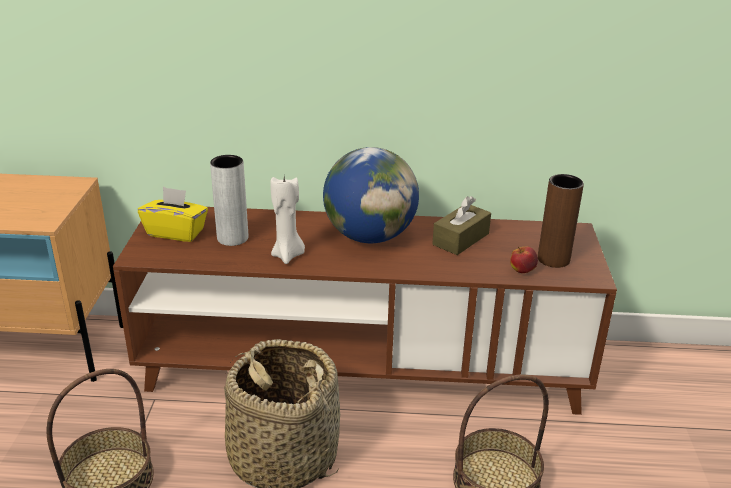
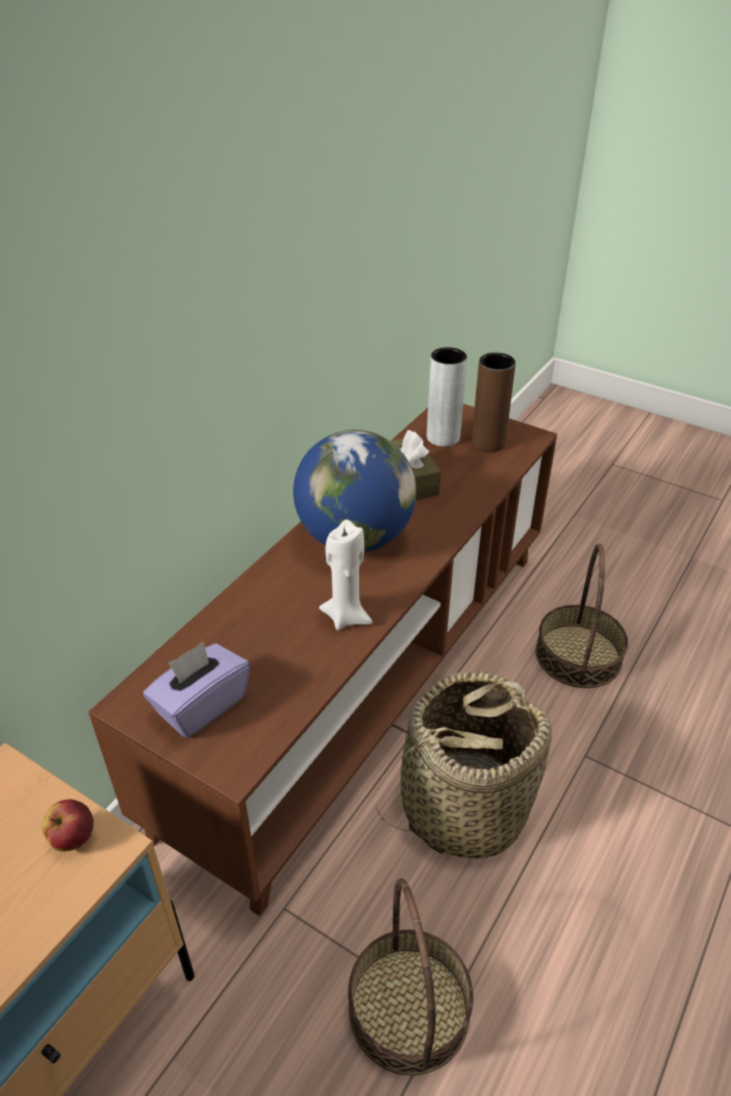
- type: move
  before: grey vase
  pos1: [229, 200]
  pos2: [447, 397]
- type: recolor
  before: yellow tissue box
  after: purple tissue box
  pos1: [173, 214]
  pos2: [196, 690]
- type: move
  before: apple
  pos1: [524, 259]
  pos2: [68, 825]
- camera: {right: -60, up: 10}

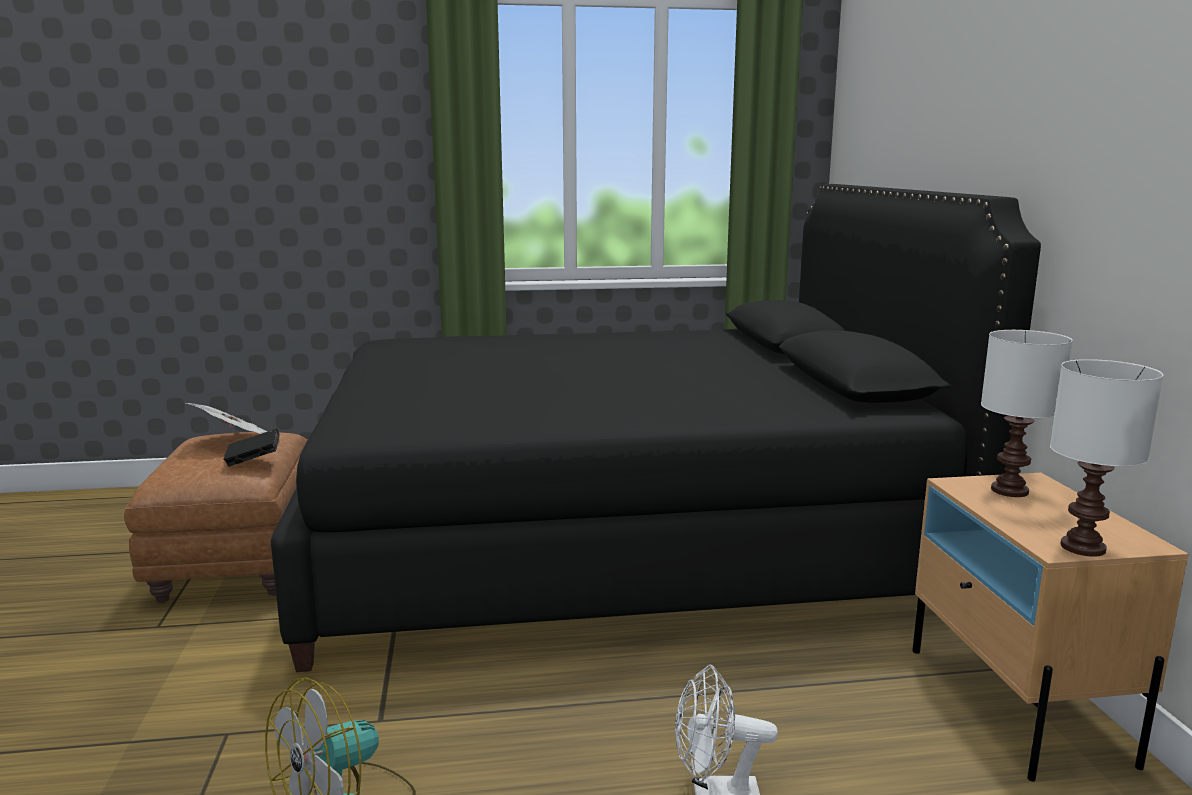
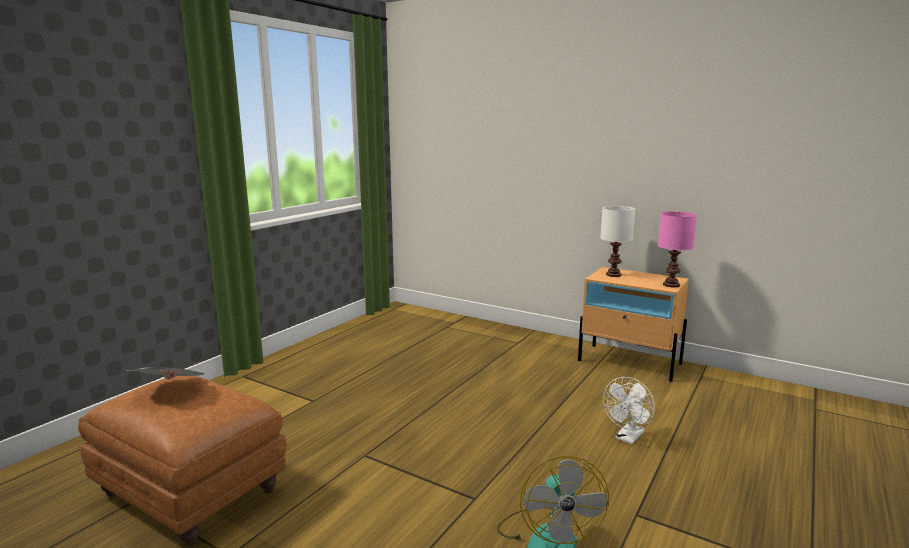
- type: delete
  before: black bed
  pos1: [656, 428]
- type: recolor
  before: white table lamp
  after: pink table lamp
  pos1: [1106, 458]
  pos2: [677, 249]
- type: delete
  before: black book
  pos1: [251, 448]
- camera: {right: -50, up: 0}

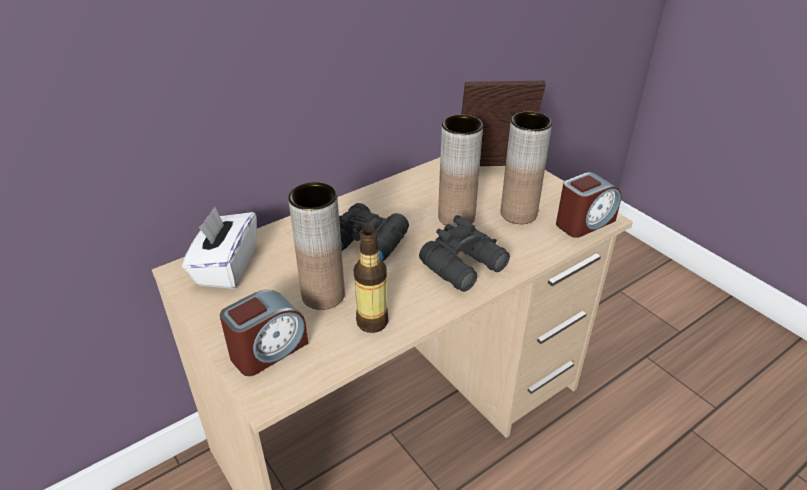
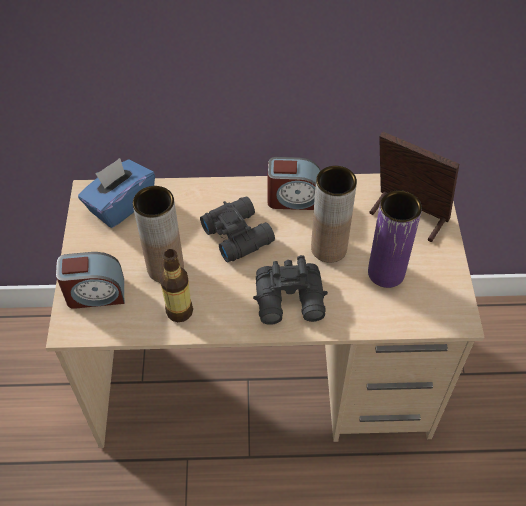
- type: recolor
  before: brown vase
  after: purple vase
  pos1: [526, 168]
  pos2: [395, 239]
- type: move
  before: alarm clock
  pos1: [588, 205]
  pos2: [294, 183]
- type: recolor
  before: white tissue box
  after: blue tissue box
  pos1: [219, 247]
  pos2: [116, 193]
- camera: {right: 35, up: 15}

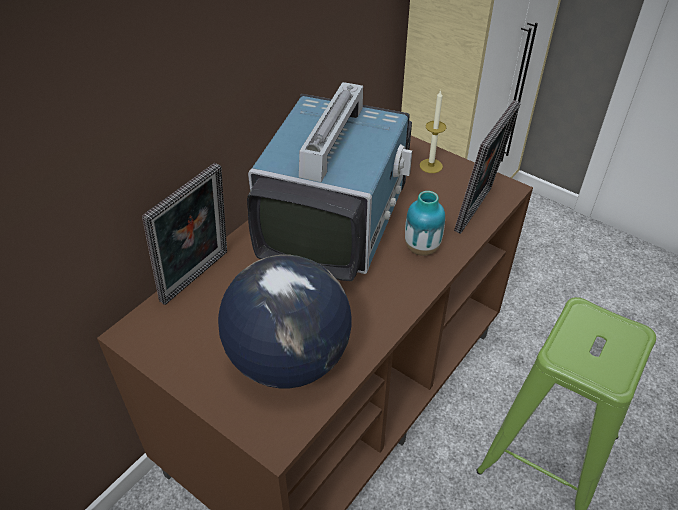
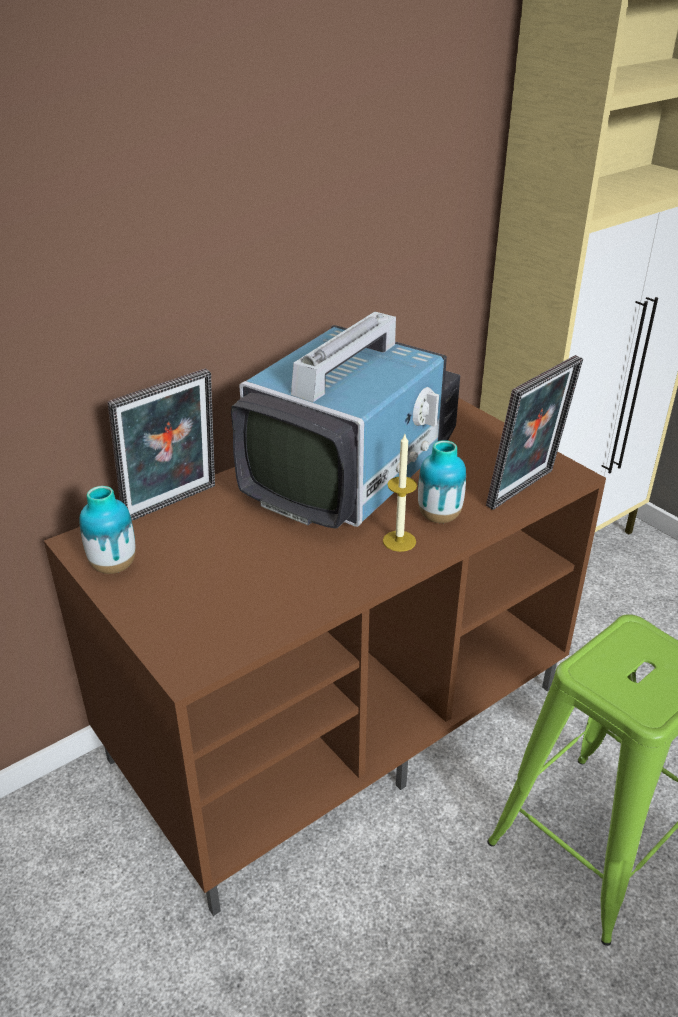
- type: move
  before: candle
  pos1: [433, 131]
  pos2: [400, 493]
- type: delete
  before: globe
  pos1: [285, 321]
- type: insert
  after: vase
  pos2: [107, 530]
- camera: {right: 15, up: -10}

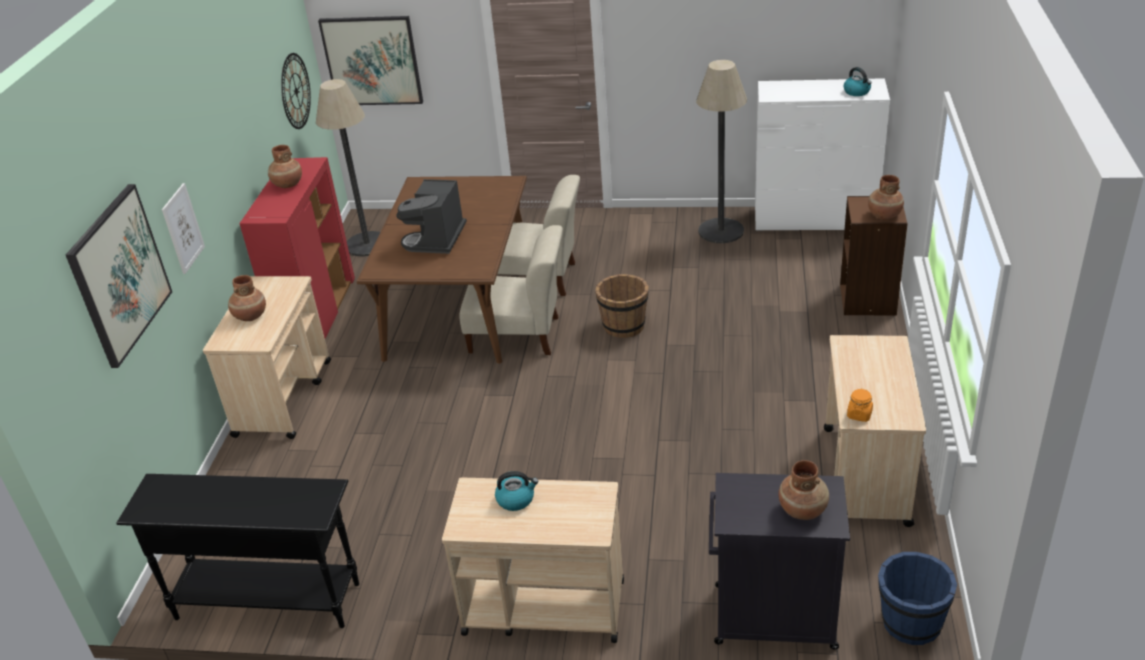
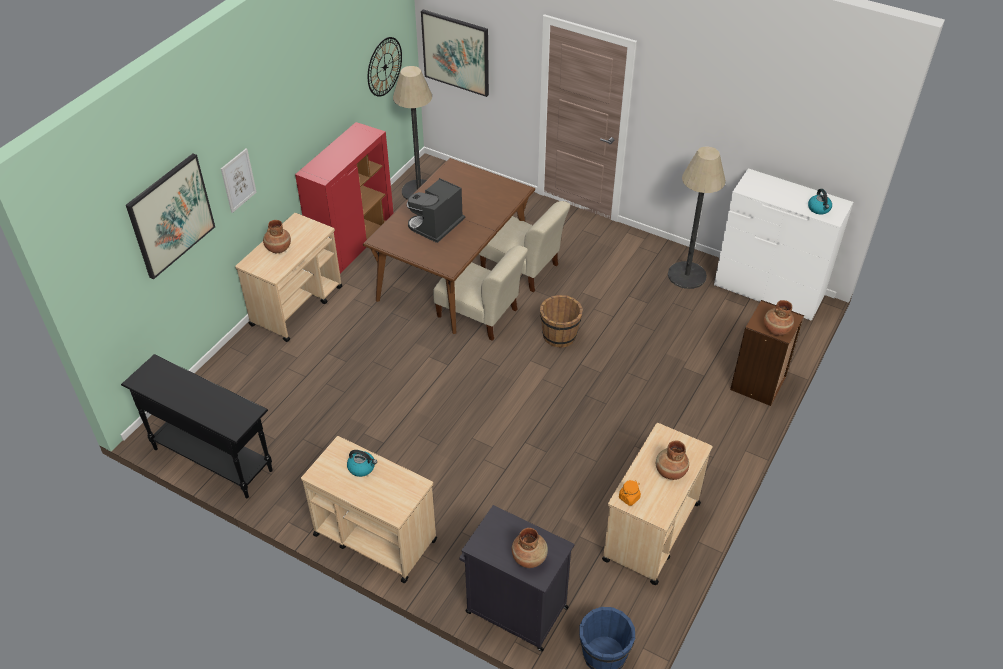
- type: move
  before: brown vase
  pos1: [285, 166]
  pos2: [672, 460]
- camera: {right: 20, up: 10}

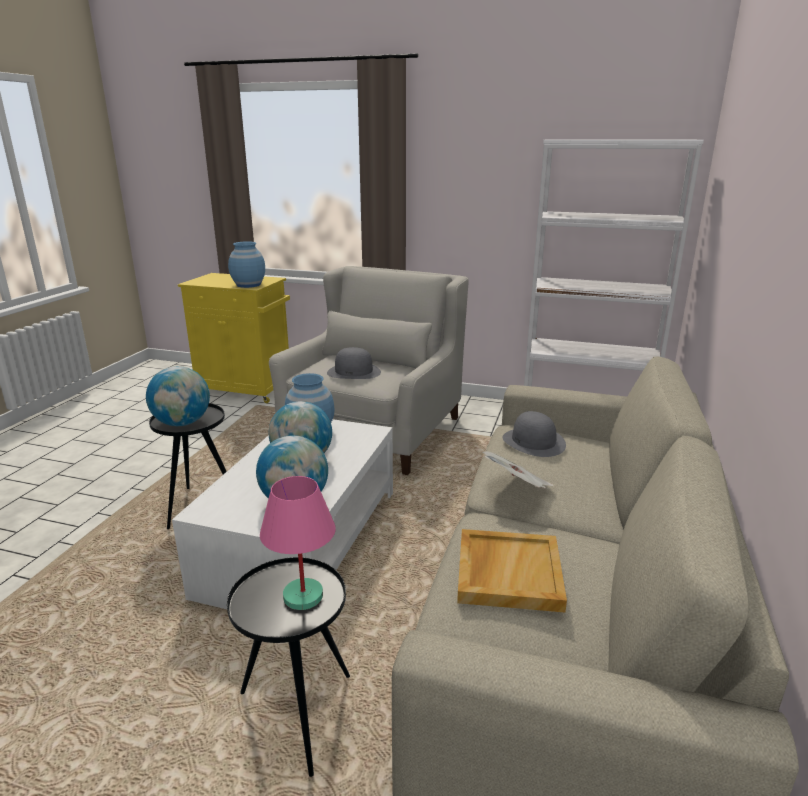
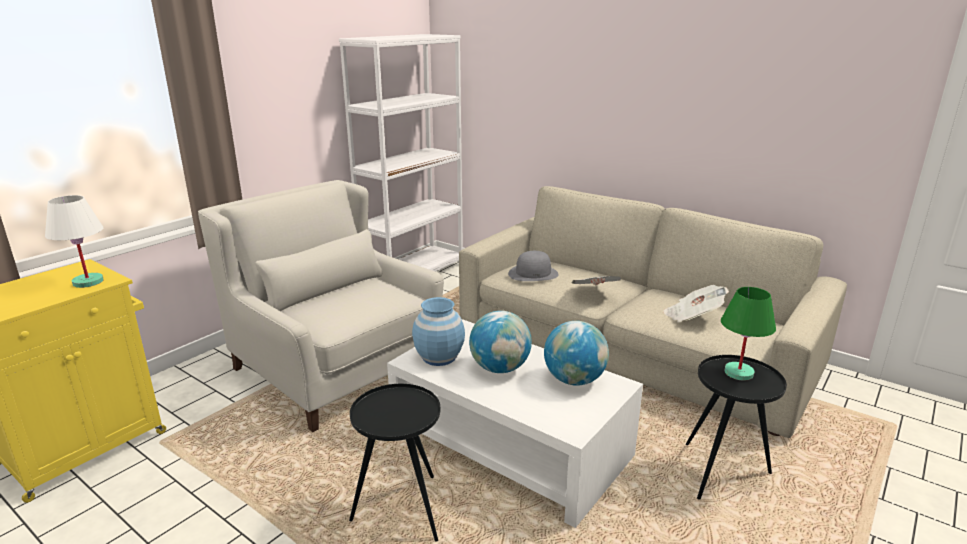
- type: replace
  before: blue vase
  after: white table lamp
  pos1: [246, 265]
  pos2: [74, 241]
- type: delete
  before: grey hat
  pos1: [354, 363]
- type: delete
  before: globe
  pos1: [178, 396]
- type: recolor
  before: pink table lamp
  after: green table lamp
  pos1: [298, 543]
  pos2: [748, 334]
- type: replace
  before: beige tray
  after: newspaper
  pos1: [512, 570]
  pos2: [696, 304]
- camera: {right: -70, up: 0}

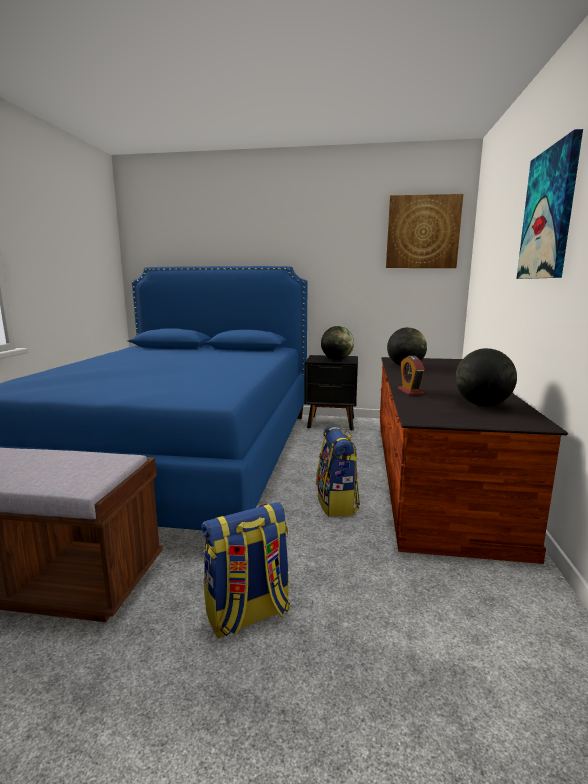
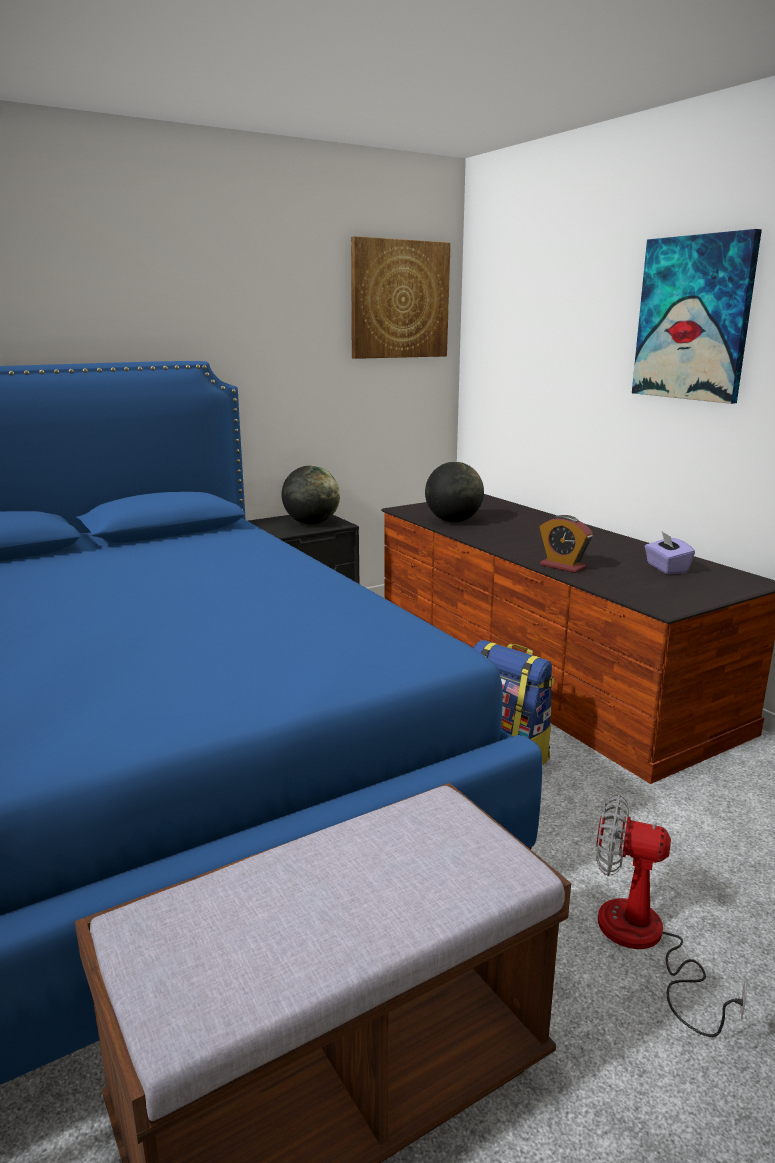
- type: replace
  before: globe
  after: purple tissue box
  pos1: [486, 377]
  pos2: [670, 553]
- type: replace
  before: backpack
  after: fan
  pos1: [246, 570]
  pos2: [671, 915]
- camera: {right: -40, up: 5}

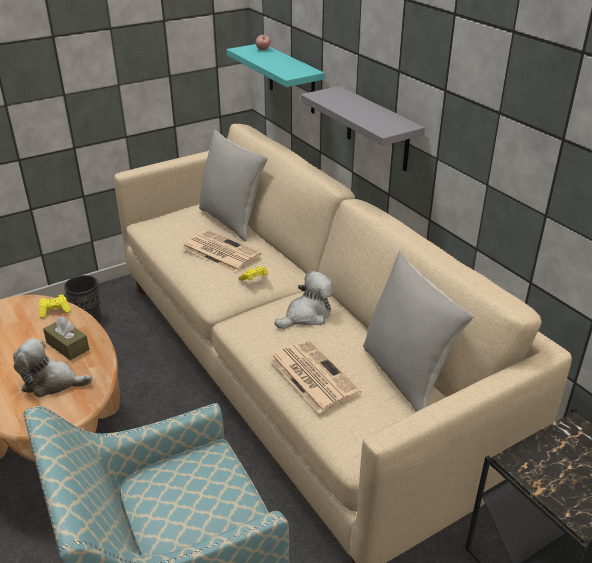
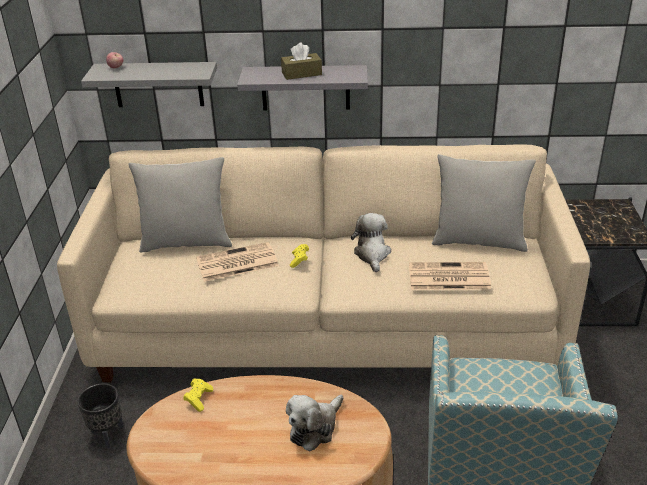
- type: recolor
  before: turquoise shelf
  after: grey shelf
  pos1: [275, 79]
  pos2: [149, 84]
- type: move
  before: brown tissue box
  pos1: [66, 338]
  pos2: [301, 61]
- camera: {right: -55, up: 0}

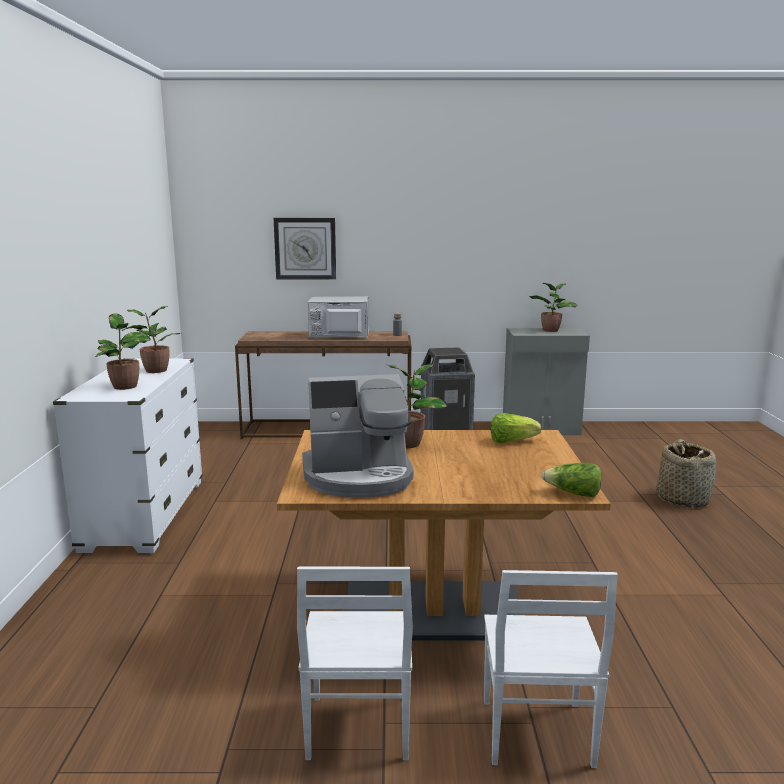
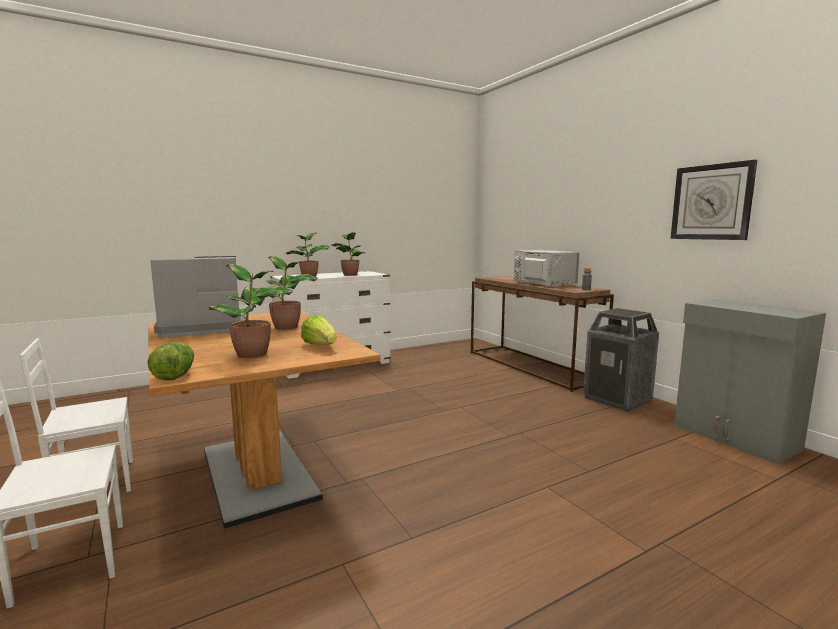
- type: move
  before: wall clock
  pos1: [305, 249]
  pos2: [714, 200]
- type: move
  before: potted plant
  pos1: [553, 307]
  pos2: [251, 311]
- type: rotate
  before: coffee machine
  pos1: [358, 436]
  pos2: [198, 297]
  turn: 105
- type: delete
  before: basket
  pos1: [686, 473]
- camera: {right: 60, up: -5}

